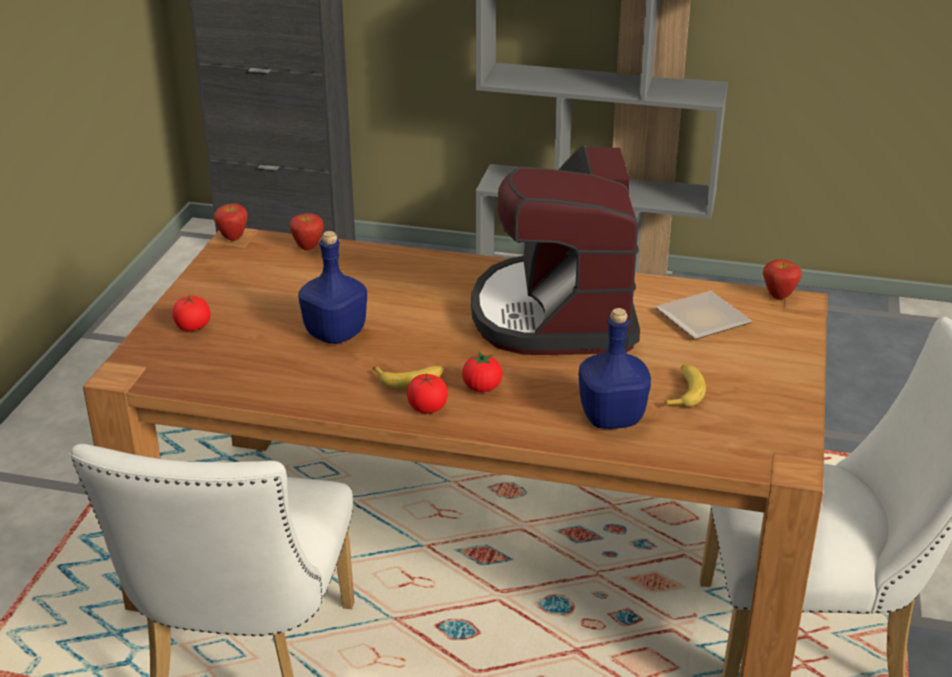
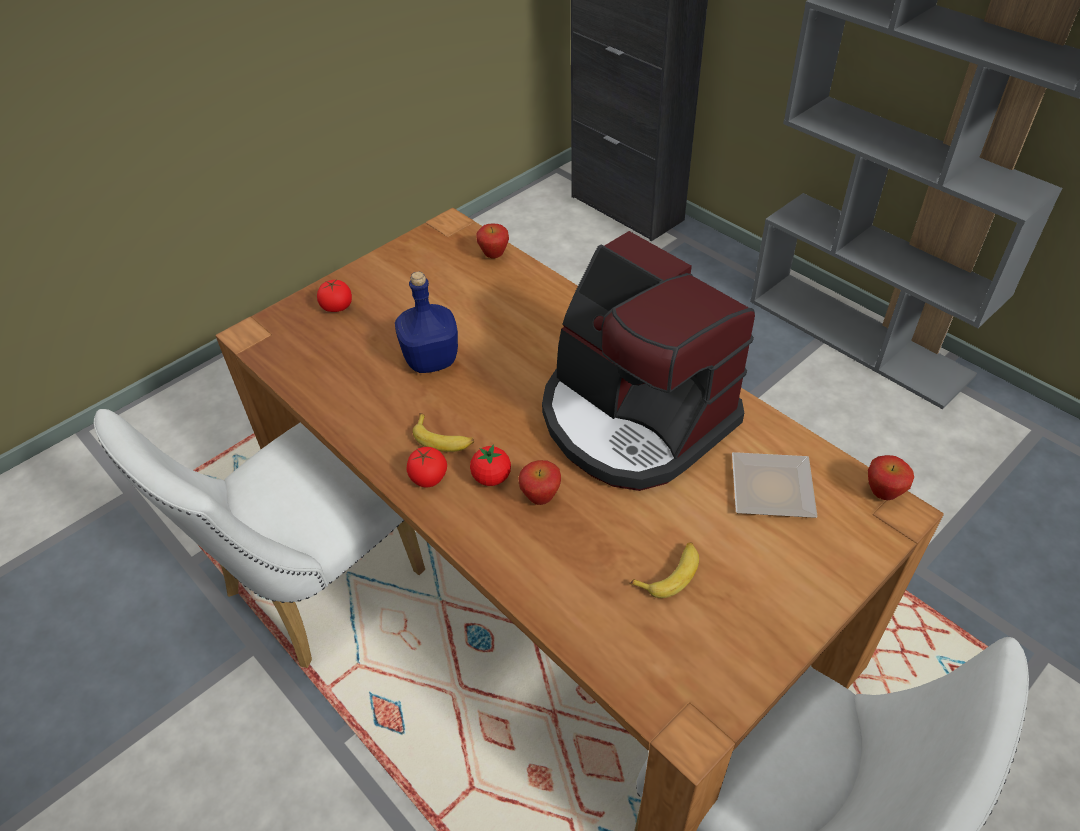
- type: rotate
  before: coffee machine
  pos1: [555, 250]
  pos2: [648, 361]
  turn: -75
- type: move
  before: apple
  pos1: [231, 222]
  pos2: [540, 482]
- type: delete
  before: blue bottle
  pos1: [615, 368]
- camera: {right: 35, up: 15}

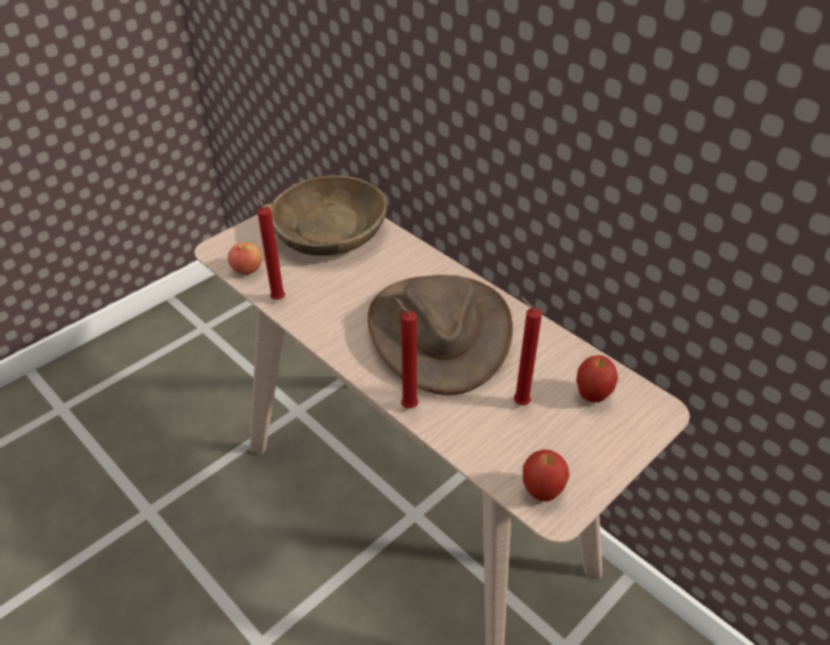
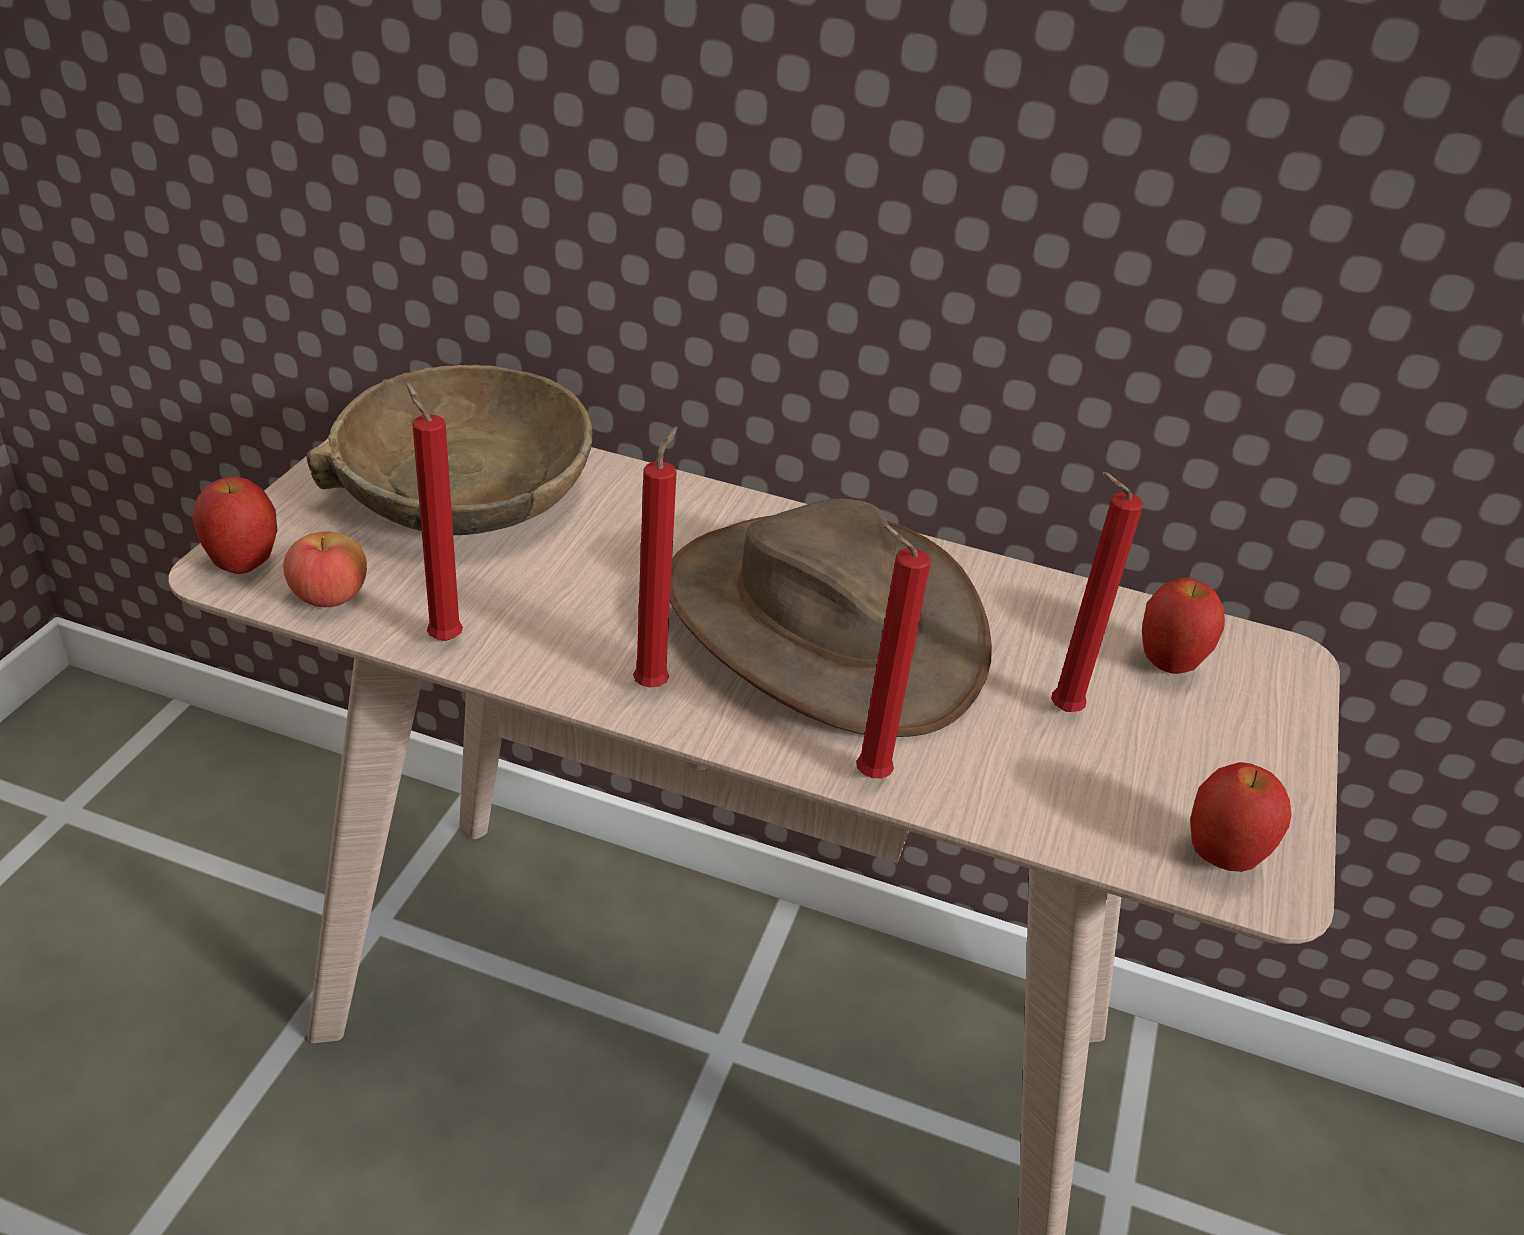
- type: insert
  after: red candle
  pos2: [655, 557]
- type: insert
  after: apple
  pos2: [234, 525]
- camera: {right: -30, up: -5}

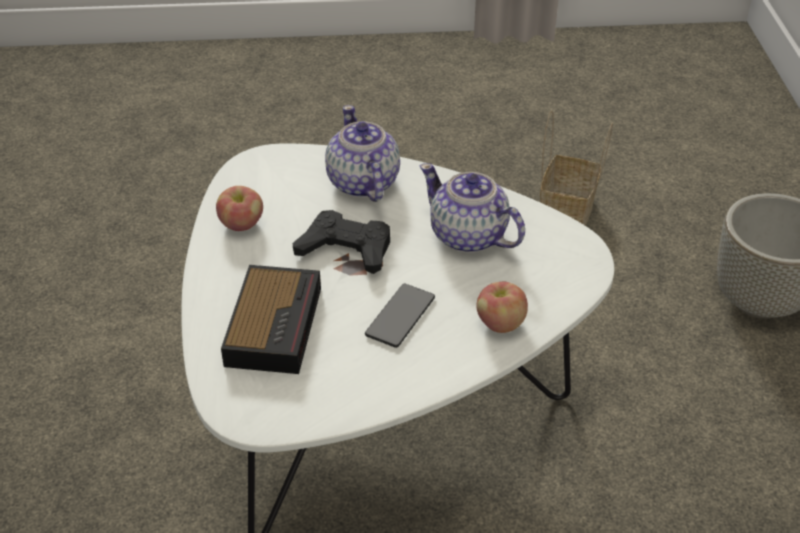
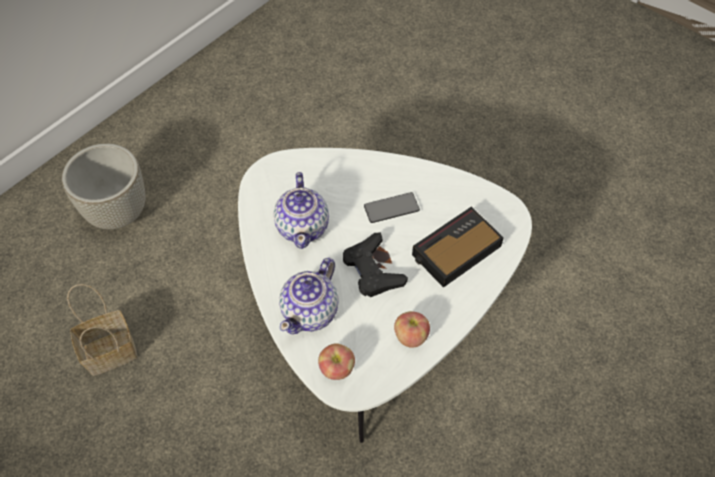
- type: move
  before: apple
  pos1: [502, 307]
  pos2: [336, 361]
- camera: {right: -135, up: 15}

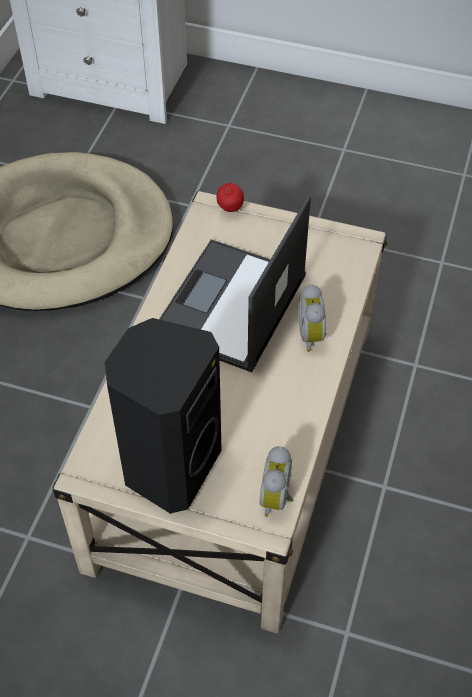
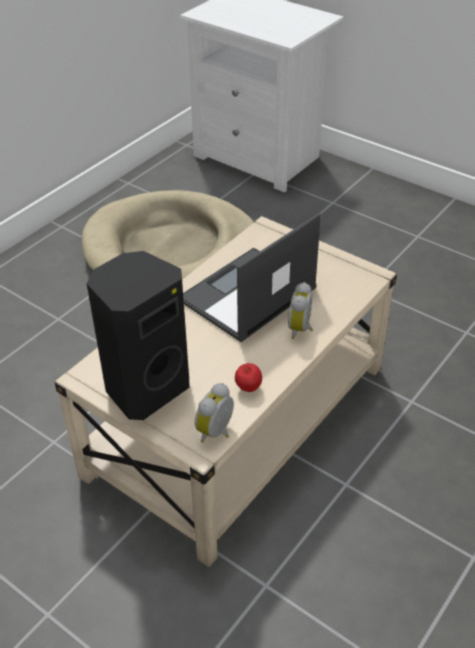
- type: move
  before: apple
  pos1: [230, 197]
  pos2: [248, 377]
- camera: {right: 20, up: -10}

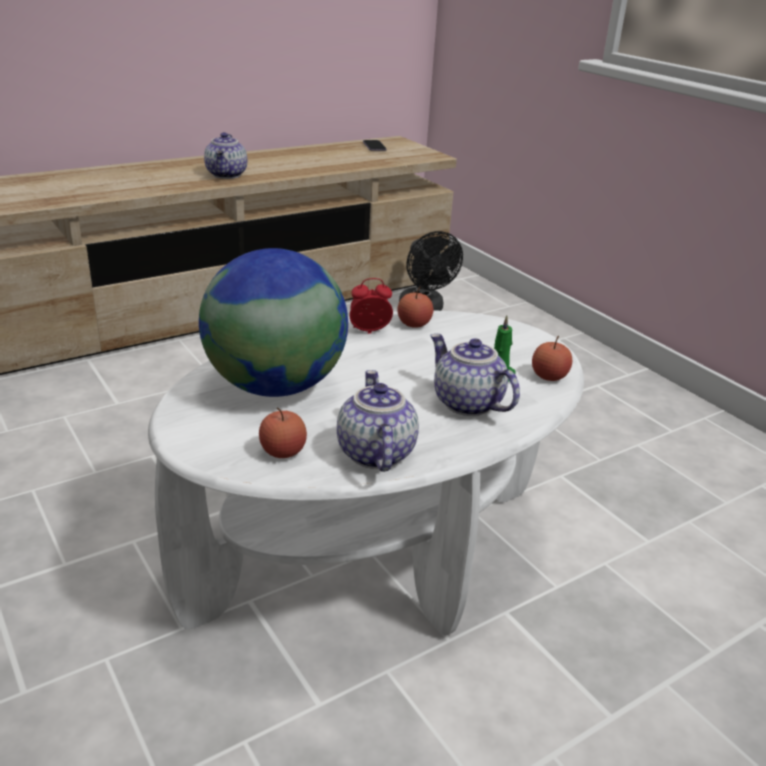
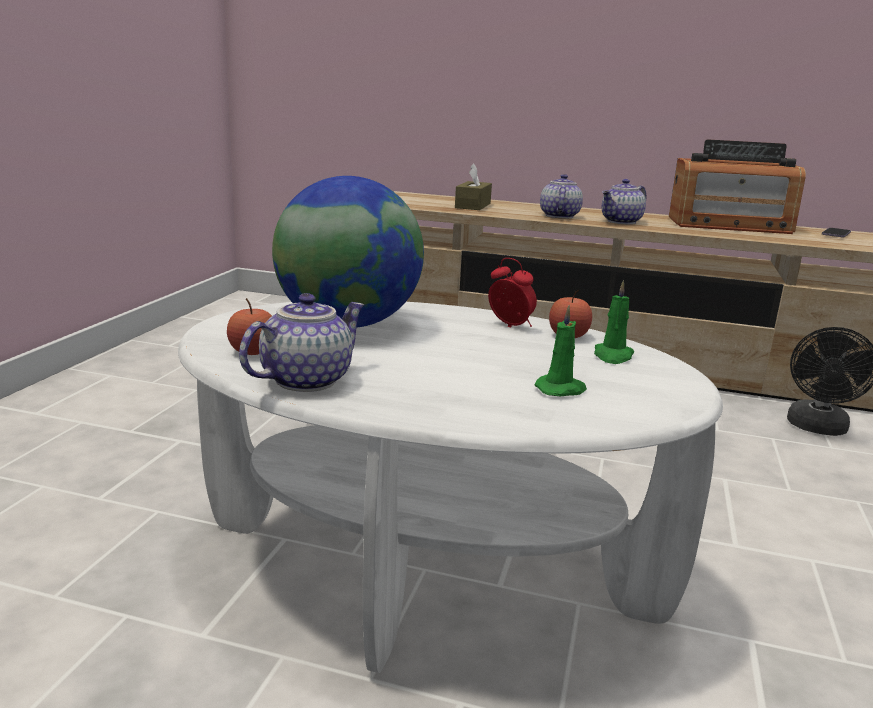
- type: move
  before: teapot
  pos1: [475, 375]
  pos2: [561, 196]
- type: delete
  before: apple
  pos1: [552, 358]
- type: insert
  after: radio
  pos2: [737, 186]
- type: insert
  after: brown tissue box
  pos2: [473, 187]
- type: insert
  after: green candle
  pos2: [614, 322]
- camera: {right: 50, up: -10}

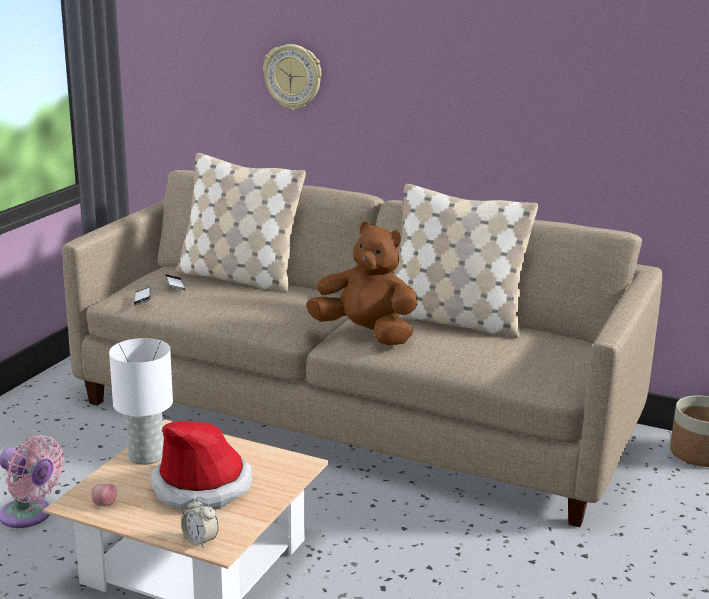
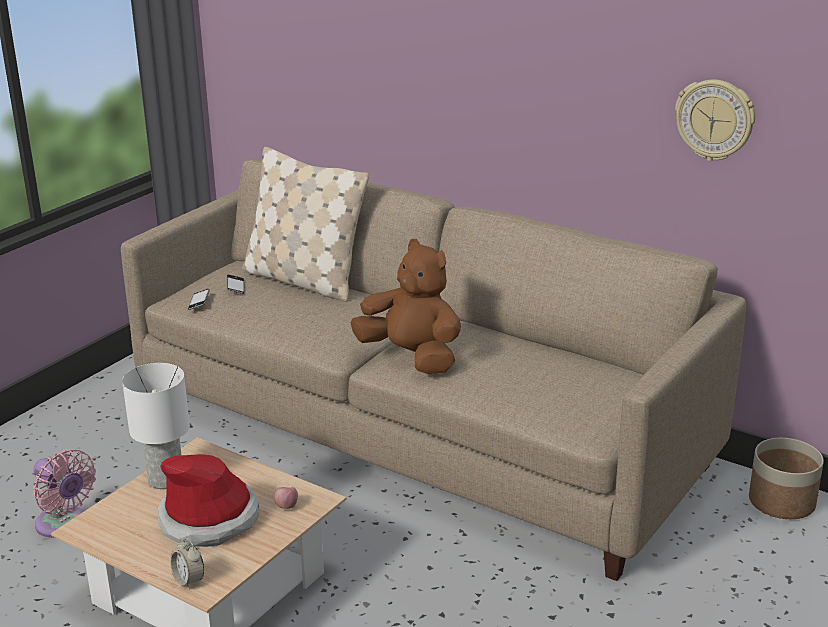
- type: move
  before: wall clock
  pos1: [292, 77]
  pos2: [715, 120]
- type: delete
  before: beige pillow
  pos1: [466, 261]
- type: move
  before: apple
  pos1: [104, 495]
  pos2: [286, 498]
- camera: {right: 10, up: 5}

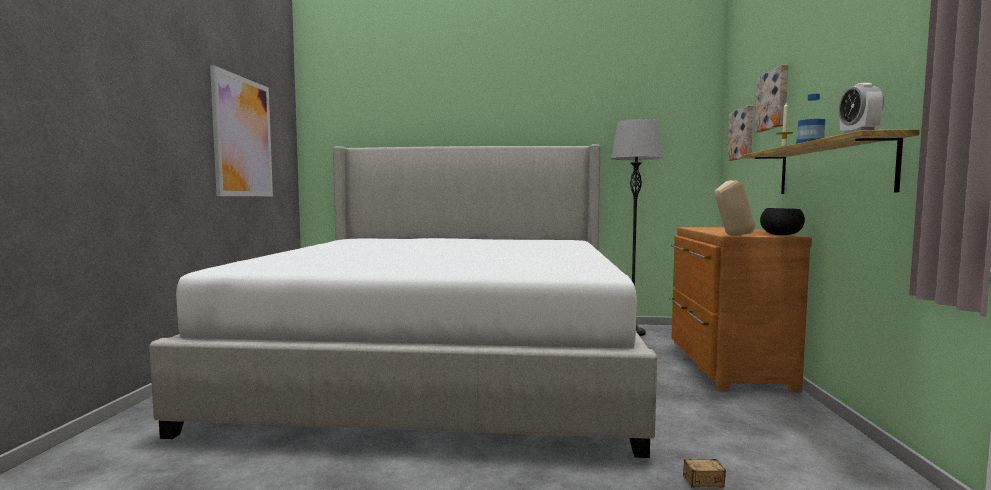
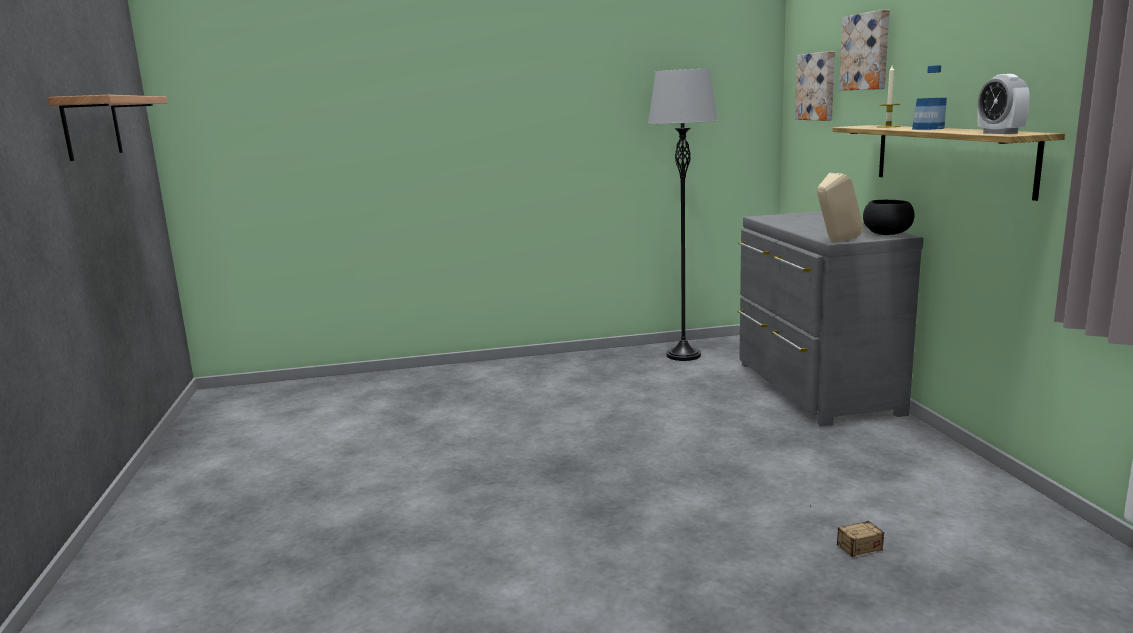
- type: replace
  before: picture
  after: shelf
  pos1: [241, 130]
  pos2: [108, 128]
- type: delete
  before: bed
  pos1: [403, 301]
- type: recolor
  before: brown dresser
  after: grey dresser
  pos1: [740, 309]
  pos2: [831, 318]
- camera: {right: -15, up: 10}

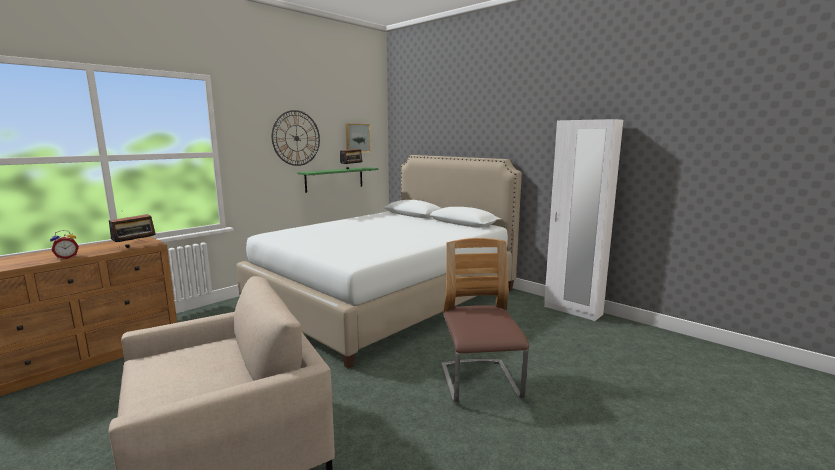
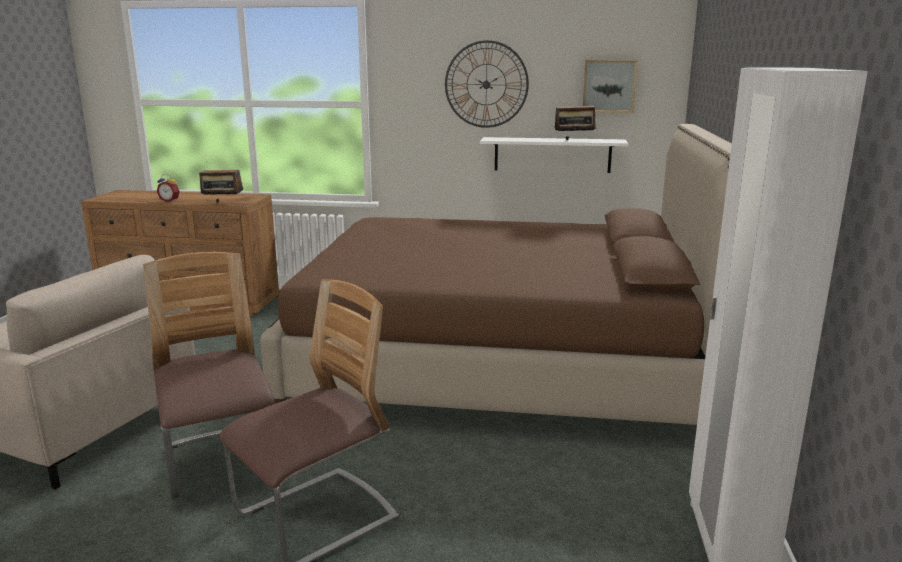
- type: recolor
  before: white bed
  after: brown bed
  pos1: [379, 262]
  pos2: [496, 274]
- type: recolor
  before: green shelf
  after: white shelf
  pos1: [338, 180]
  pos2: [554, 155]
- type: insert
  after: chair
  pos2: [209, 376]
- camera: {right: 55, up: 5}

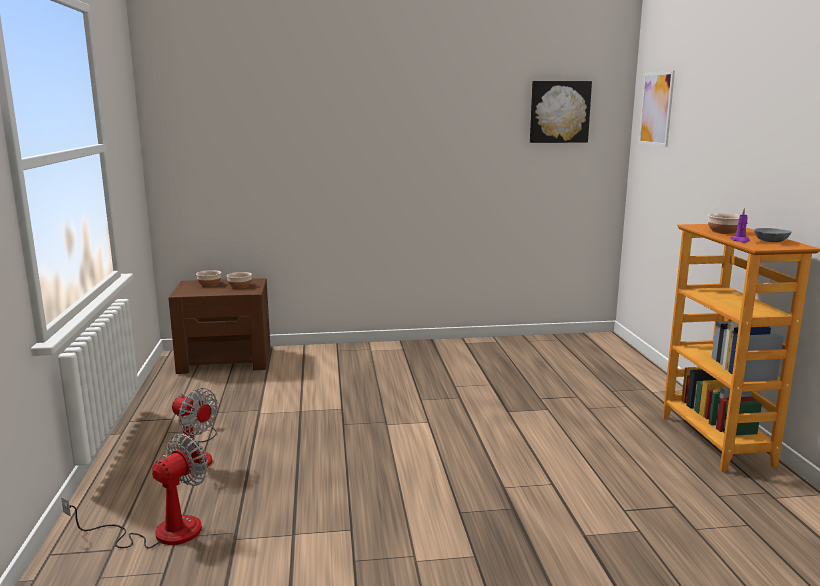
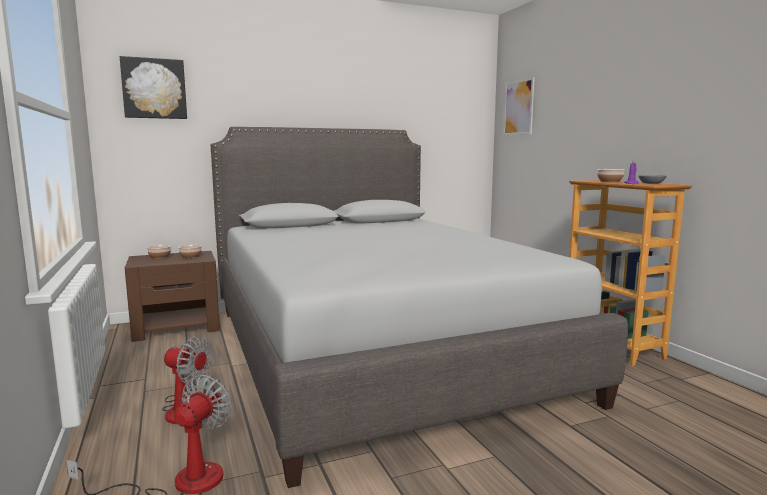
- type: move
  before: picture
  pos1: [561, 112]
  pos2: [153, 87]
- type: insert
  after: grey bed
  pos2: [419, 307]
- camera: {right: -15, up: -5}

